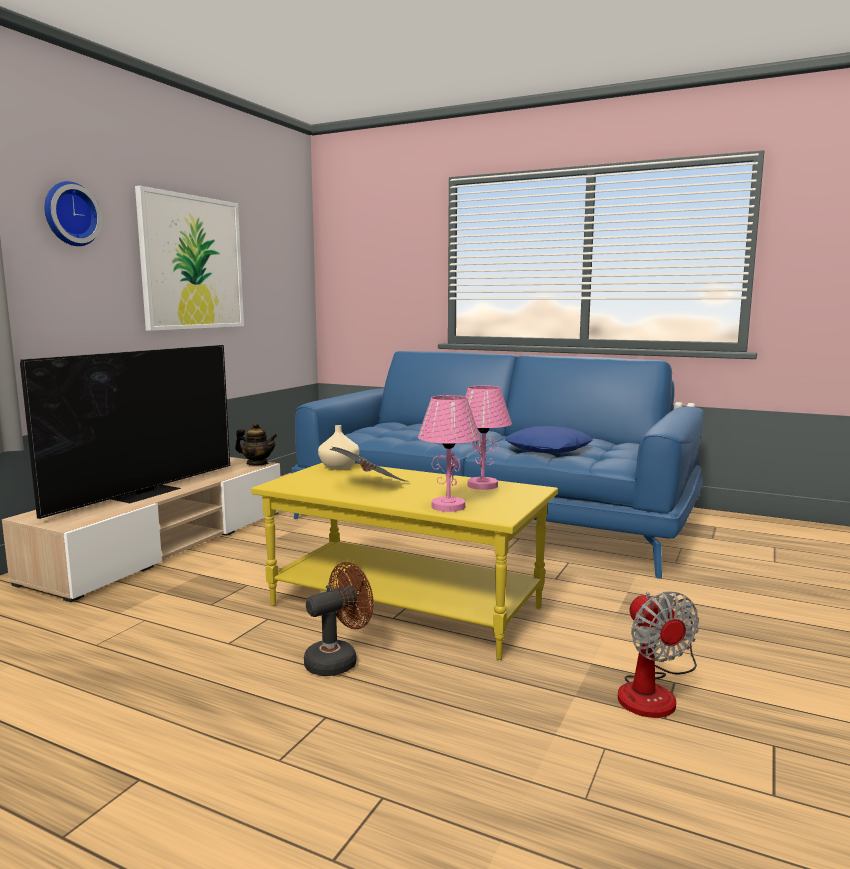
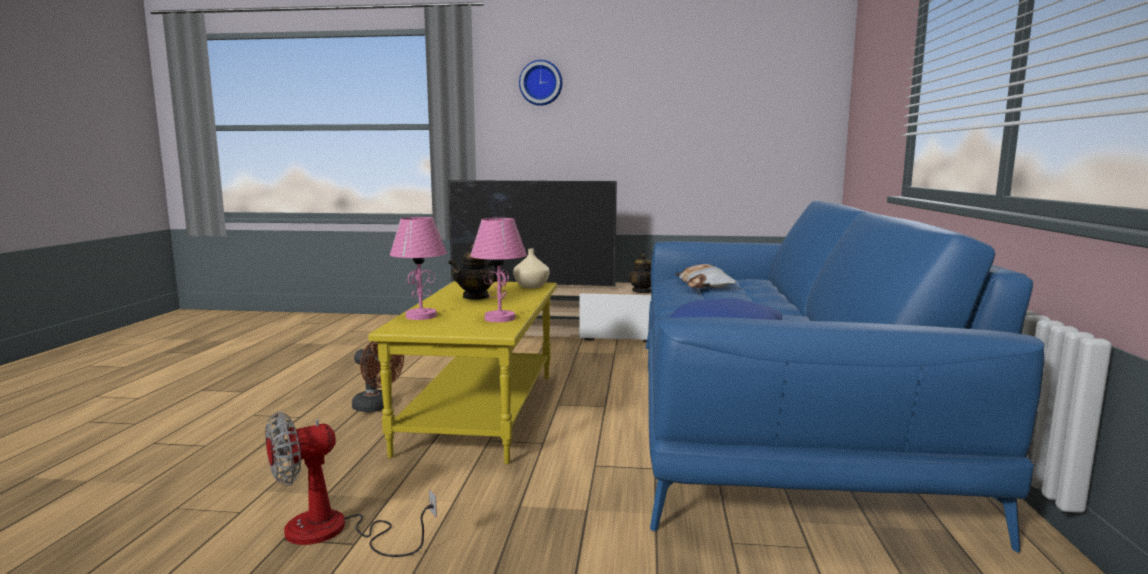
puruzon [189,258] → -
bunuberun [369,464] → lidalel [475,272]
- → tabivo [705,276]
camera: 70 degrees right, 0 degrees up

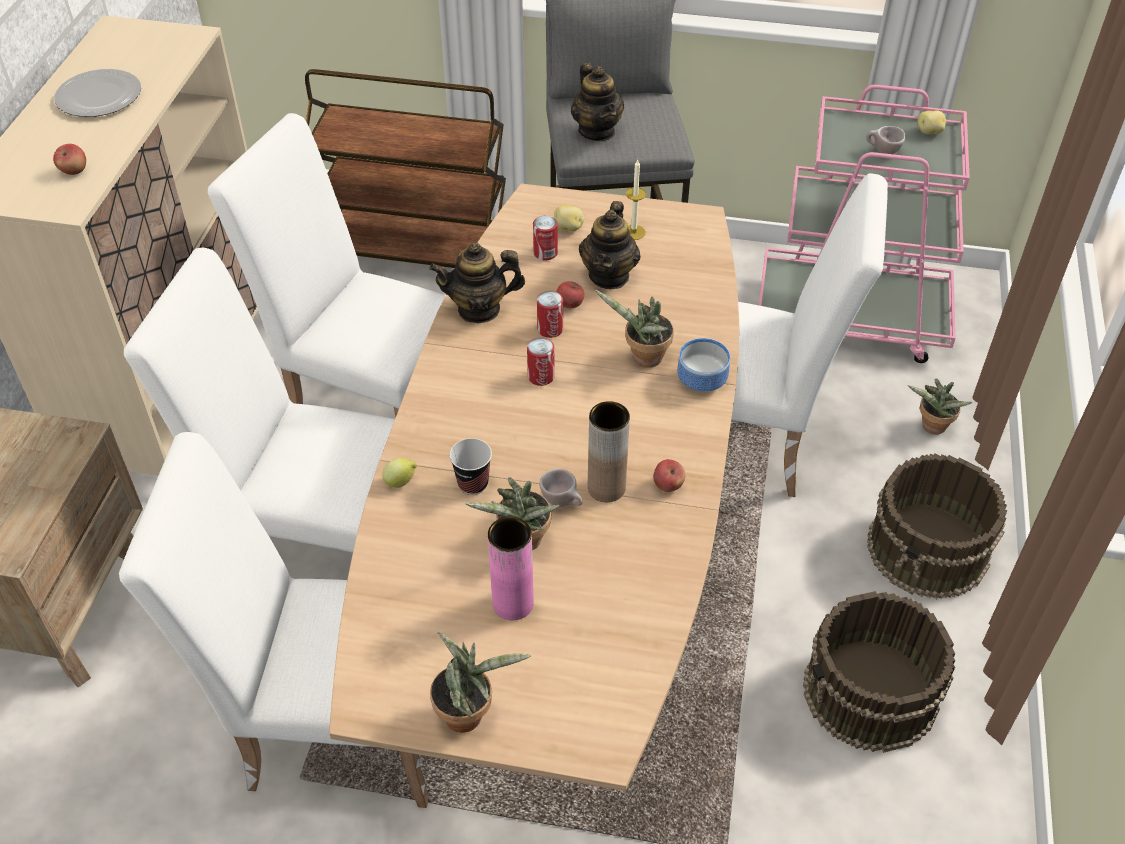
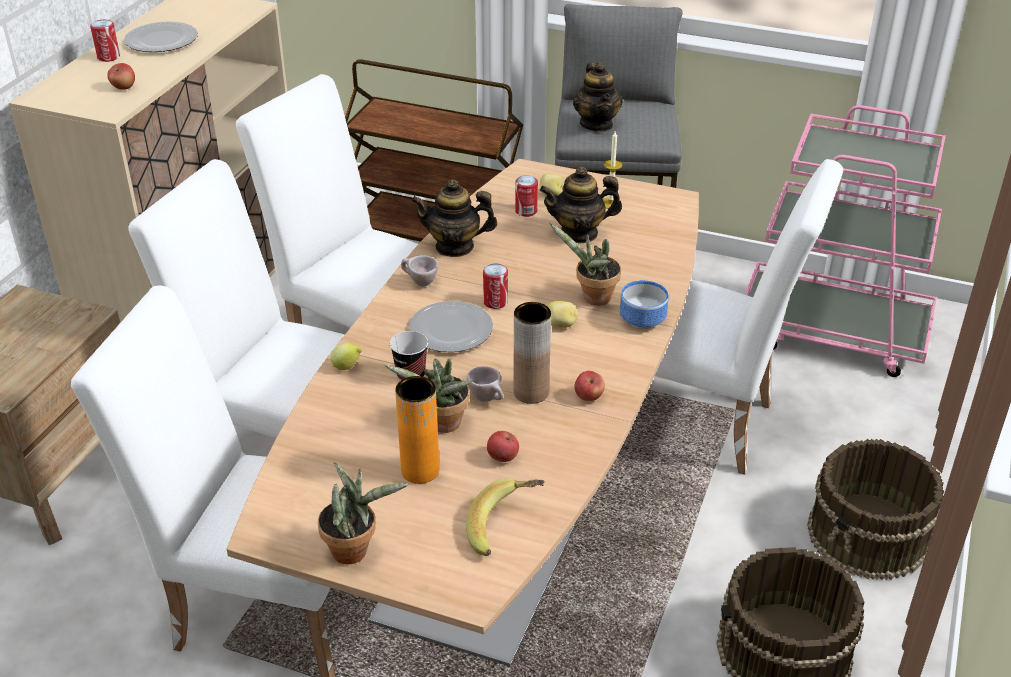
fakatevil [931,122] → fakatevil [562,314], relocated
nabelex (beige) [886,140] → nabelex (beige) [419,271], relocated
lidalel [609,245] → lidalel [581,205], 60 degrees clockwise
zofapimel [570,294] → zofapimel [503,446], relocated
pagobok [550,314] → pagobok [105,41], relocated
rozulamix [940,406] → -
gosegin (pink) [511,568] → gosegin (orange) [417,430]
- → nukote [451,326]
- → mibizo [505,517]
camera: 10 degrees right, 10 degrees down

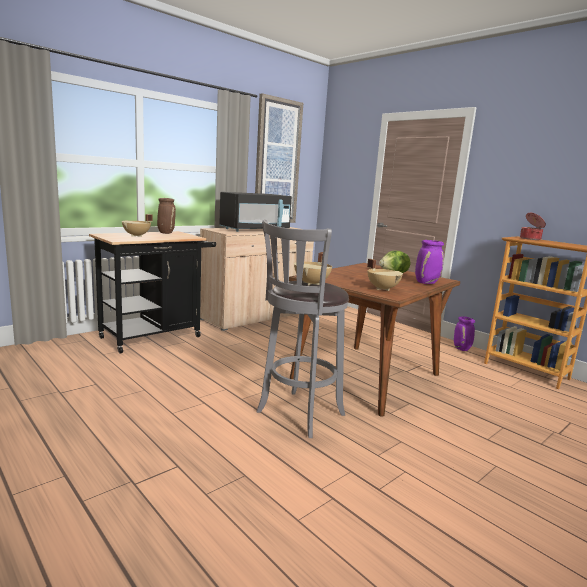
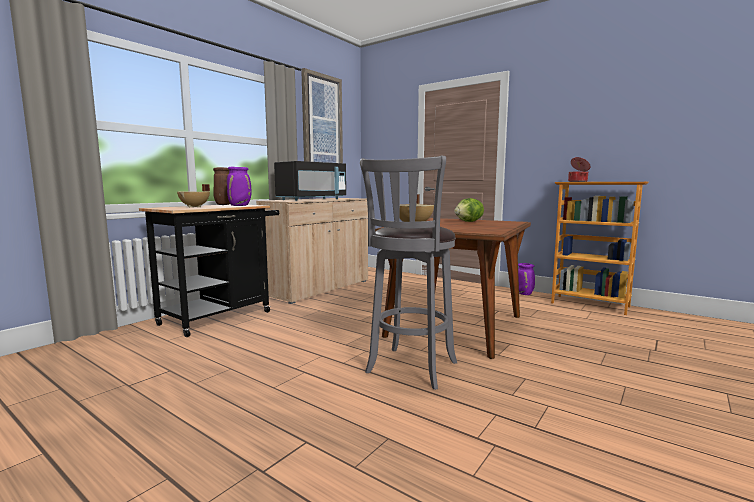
gosegin (purple) [429,262] → gosegin (purple) [239,186], relocated
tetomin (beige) [385,275] → -
camera: 10 degrees left, 5 degrees down

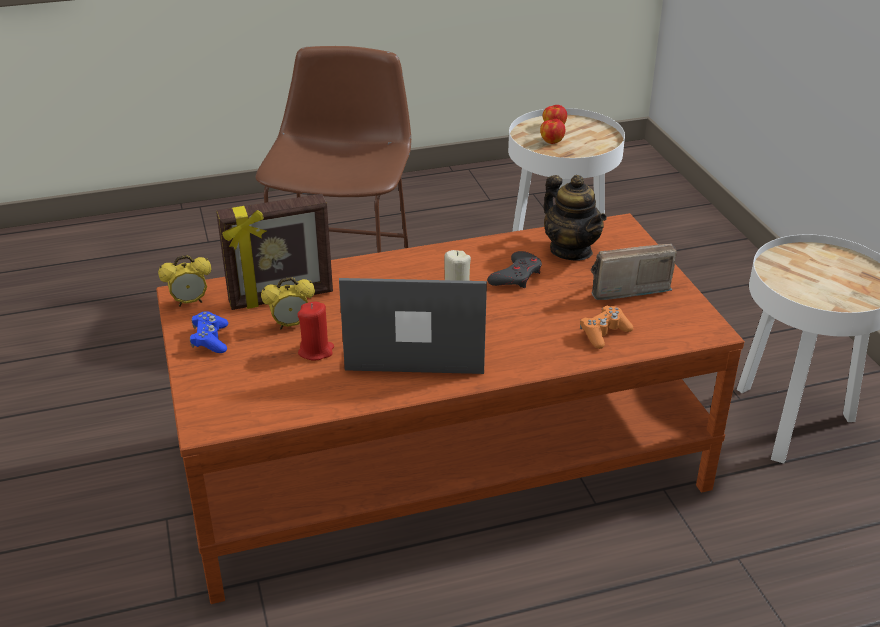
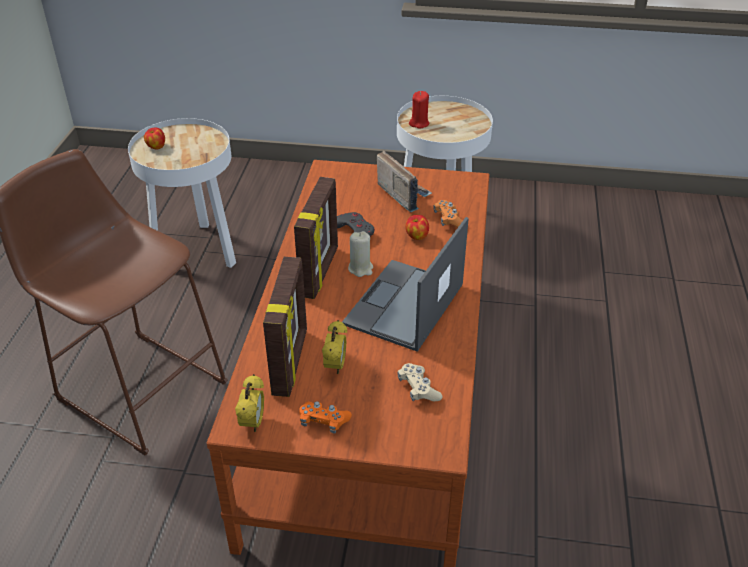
zofapimel [552,131] → zofapimel [417,227], relocated
lidalel [575,217] → -
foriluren [634,272] → foriluren [404,181], 135 degrees clockwise
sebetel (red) [315,330] → sebetel (red) [419,110], relocated
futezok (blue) [209,332] → futezok (orange) [325,417]
- → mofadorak [316,238]
- → futezok (beige) [419,382]
camera: 65 degrees left, 5 degrees up

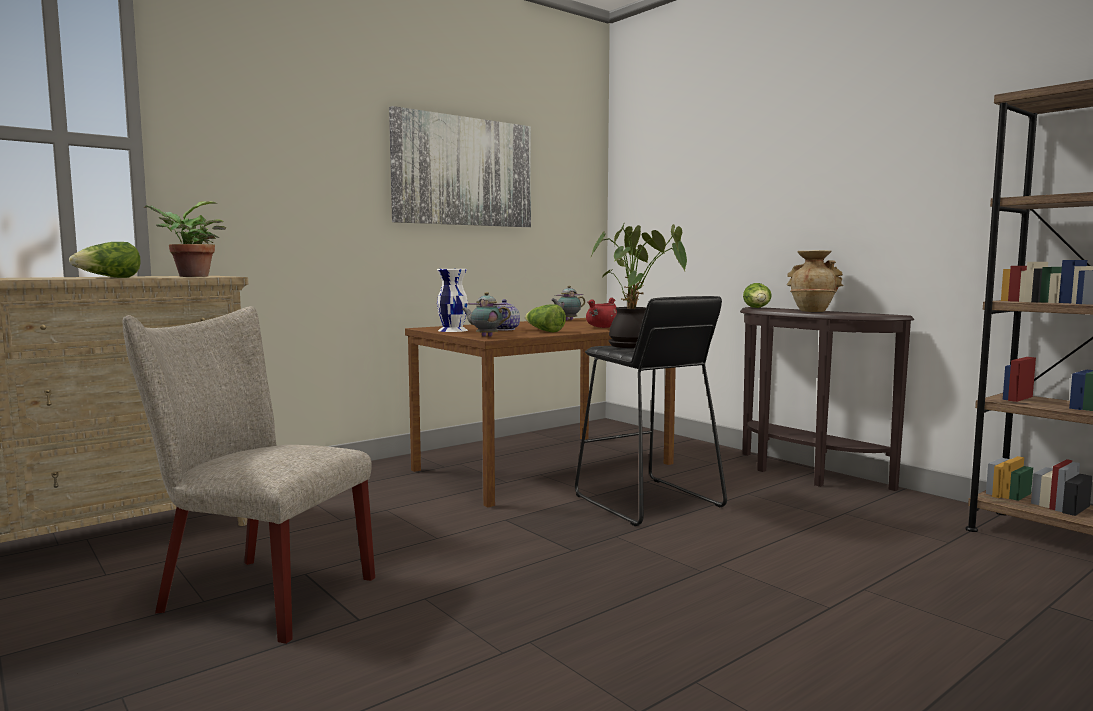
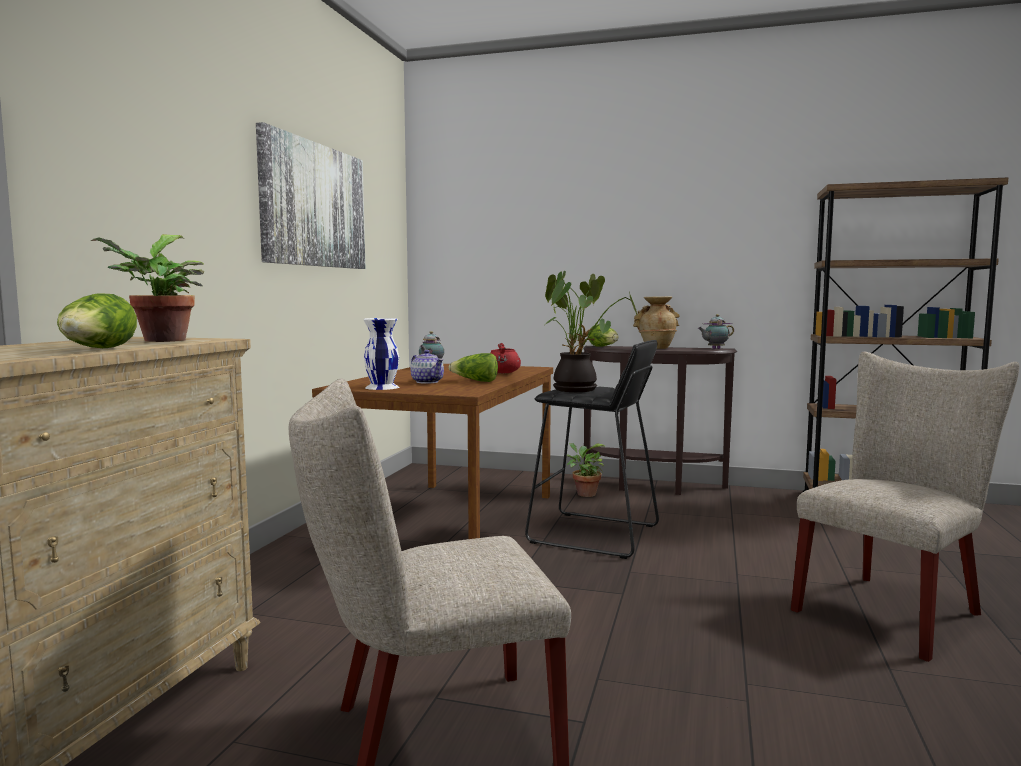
lidalel [486,314] → lidalel [716,331], relocated
- → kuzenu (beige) [905,507]
- → rozulamix [586,470]
camera: 35 degrees left, 0 degrees up

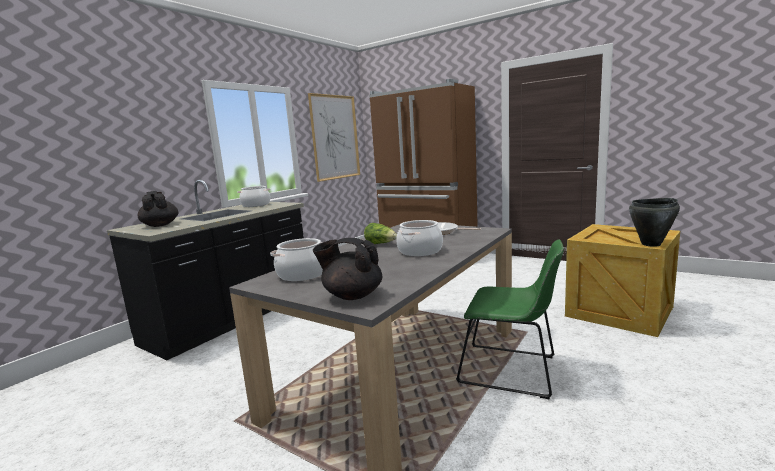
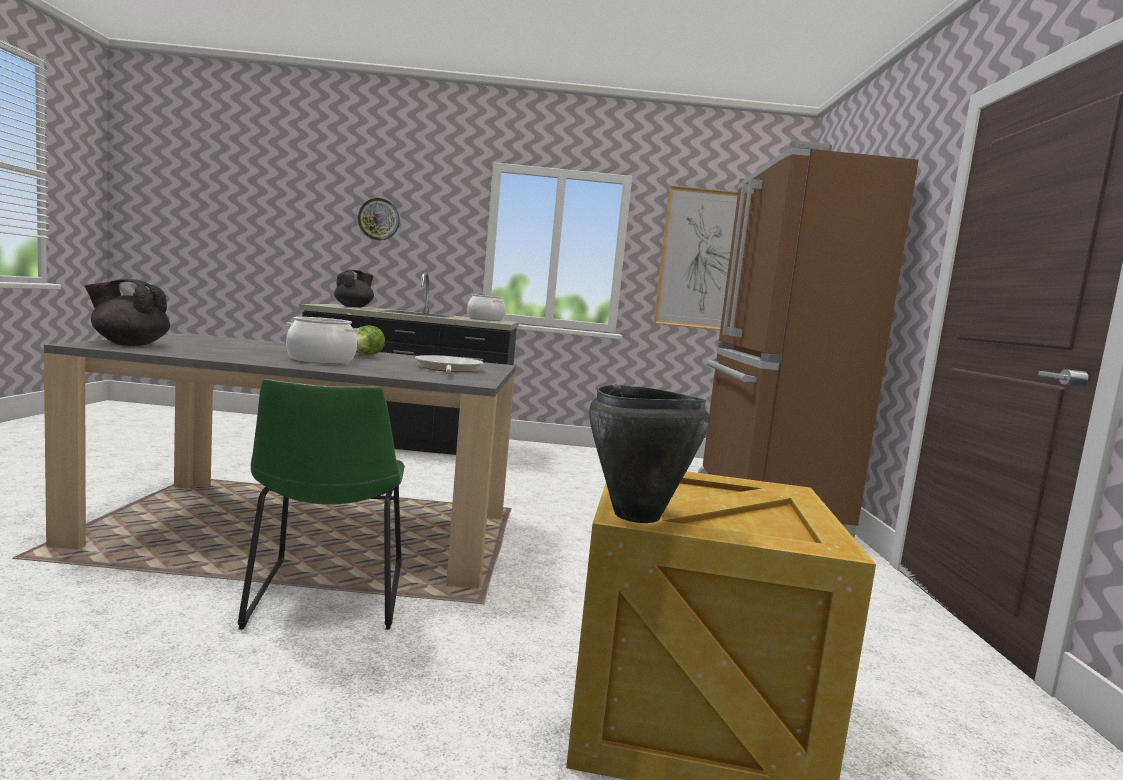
tetomin [296,259] → -
lidalel (black) [347,269] → lidalel (black) [127,312], 75 degrees counterclockwise
- → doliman [379,219]
camera: 55 degrees right, 5 degrees down

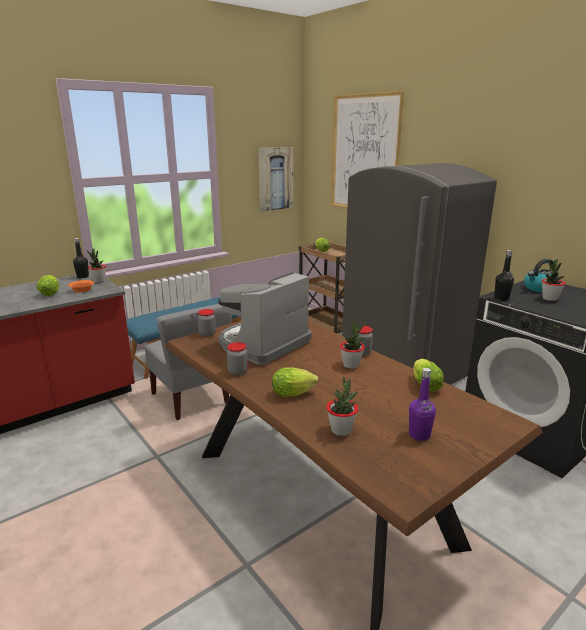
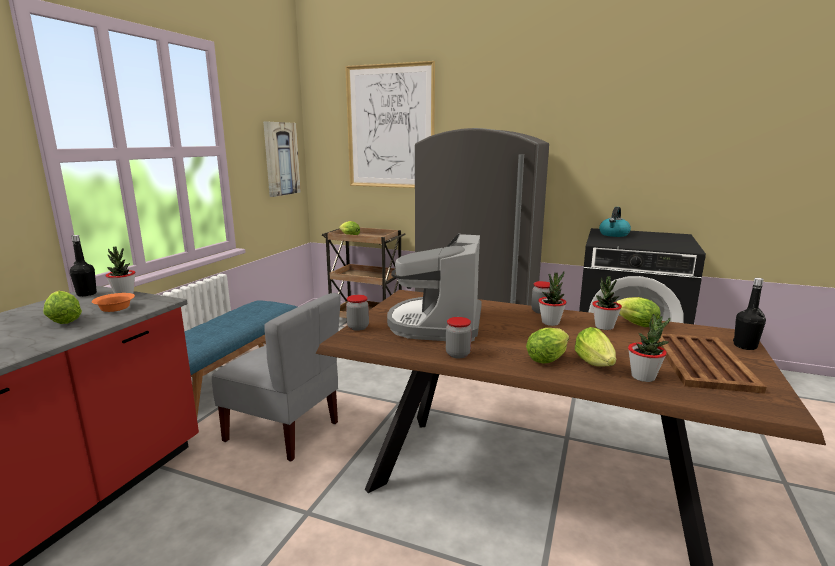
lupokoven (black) [504,275] → lupokoven (black) [749,314], relocated
rozulamix [553,280] → rozulamix [607,303], relocated
lupokoven (purple) [422,404] → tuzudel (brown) [711,363]
- → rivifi [595,347]
camera: 30 degrees left, 5 degrees down

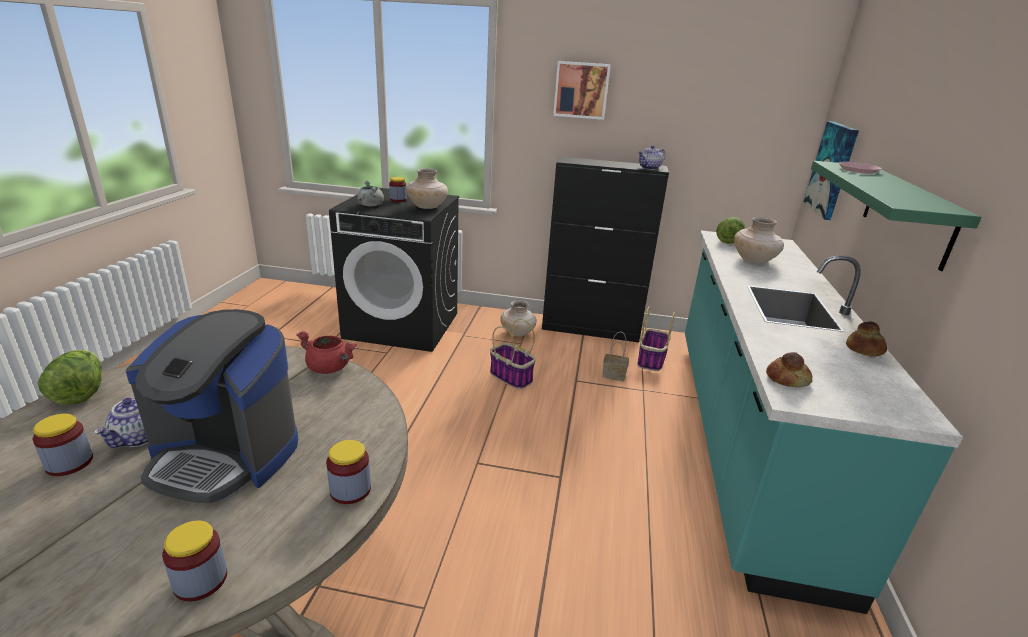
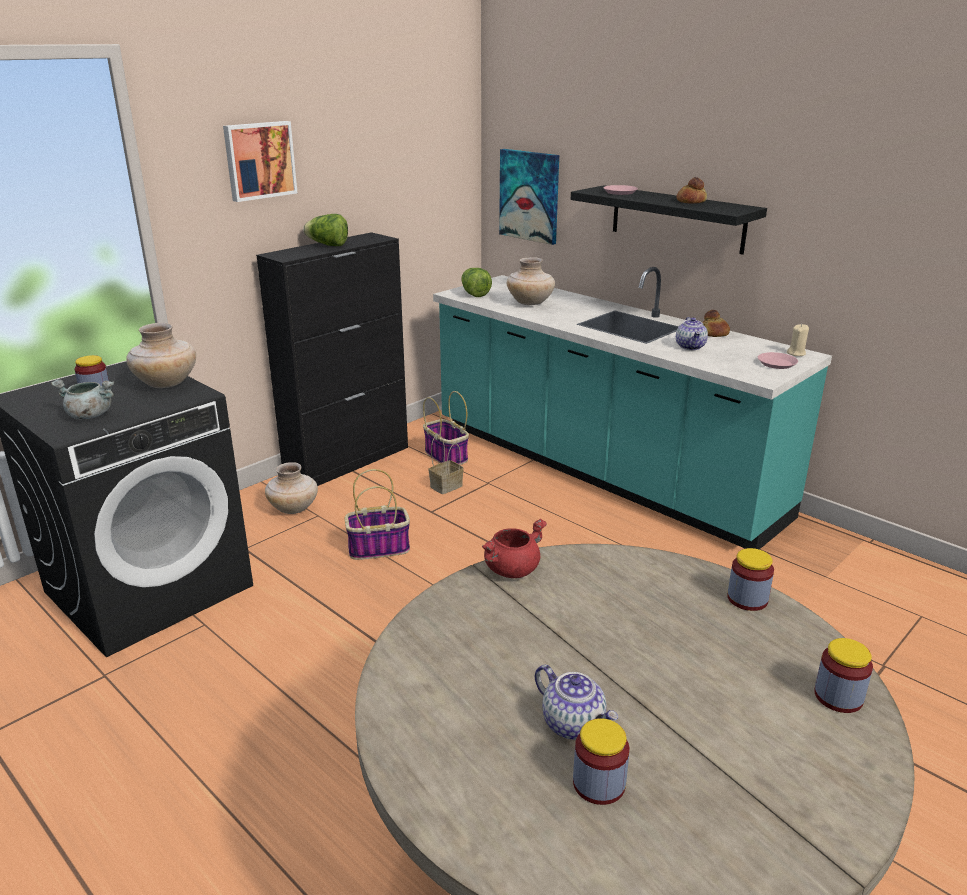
lidalel [651,157] → lidalel [692,333], relocated
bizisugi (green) [896,216] → bizisugi (black) [669,220]
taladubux [212,406] → -
rivifi [70,377] → rivifi [325,230], relocated
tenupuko [789,369] → tenupuko [692,190], relocated
- → sebetel (beige) [798,340]
- → nukote (pink) [778,360]
camera: 55 degrees left, 0 degrees up

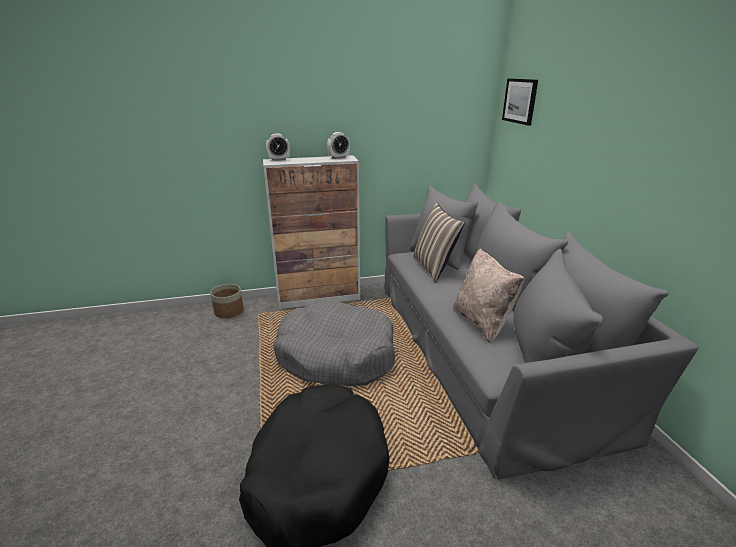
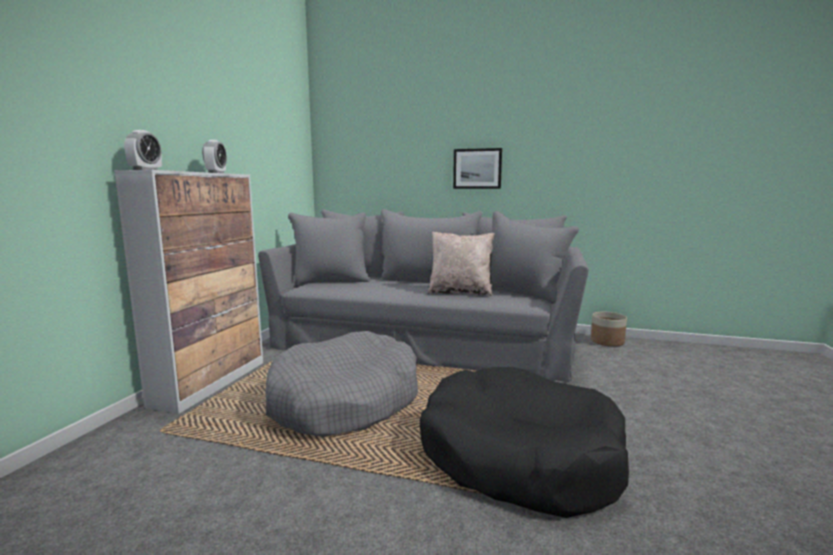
puruzon [520,101] → puruzon [477,168], relocated
tabivo [439,242] → -
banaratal [226,301] → banaratal [609,329], relocated
camera: 60 degrees left, 15 degrees down

